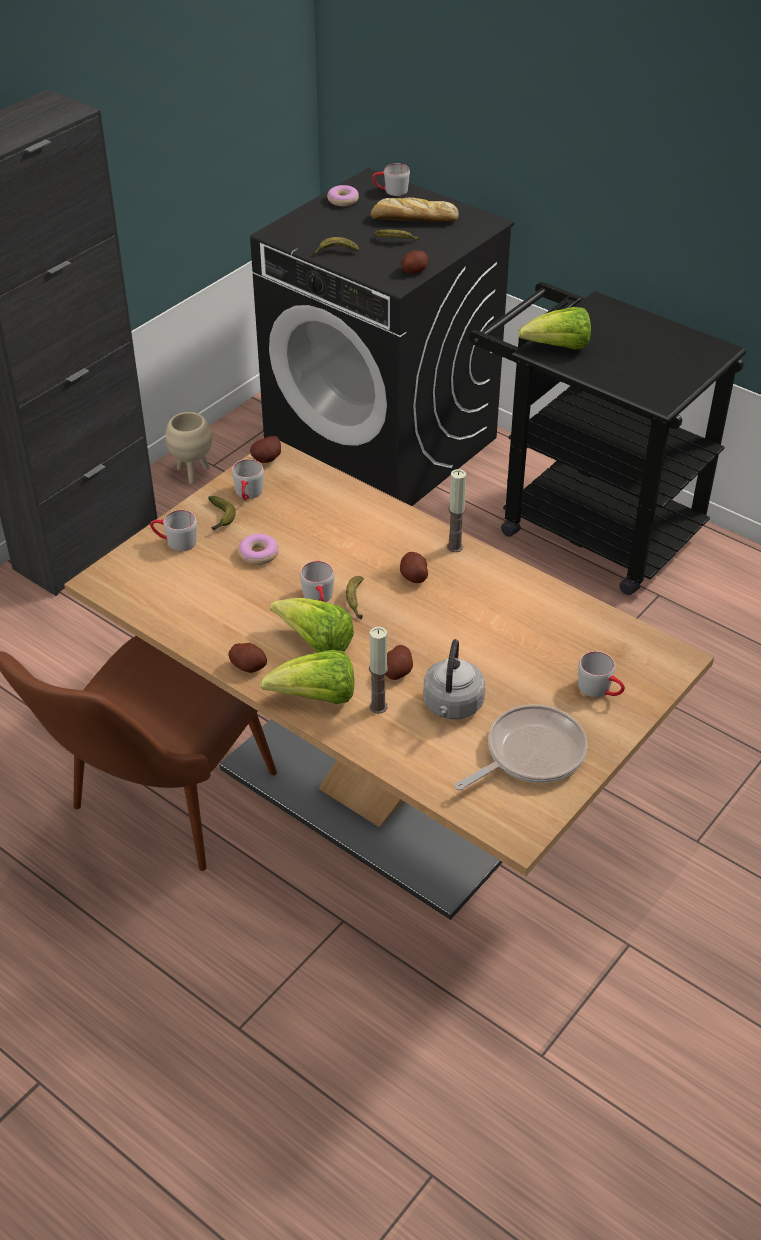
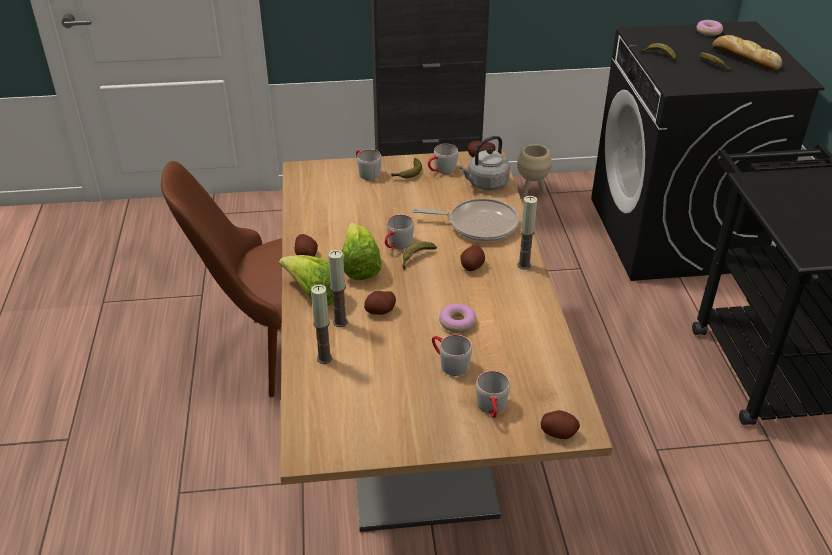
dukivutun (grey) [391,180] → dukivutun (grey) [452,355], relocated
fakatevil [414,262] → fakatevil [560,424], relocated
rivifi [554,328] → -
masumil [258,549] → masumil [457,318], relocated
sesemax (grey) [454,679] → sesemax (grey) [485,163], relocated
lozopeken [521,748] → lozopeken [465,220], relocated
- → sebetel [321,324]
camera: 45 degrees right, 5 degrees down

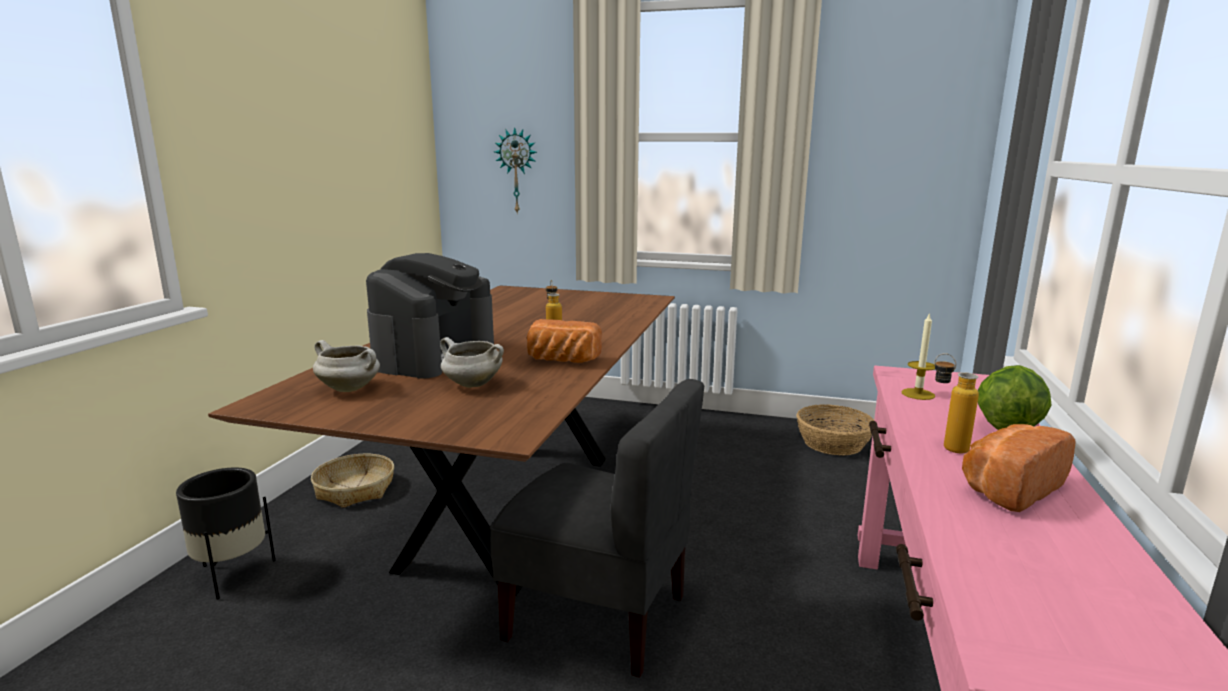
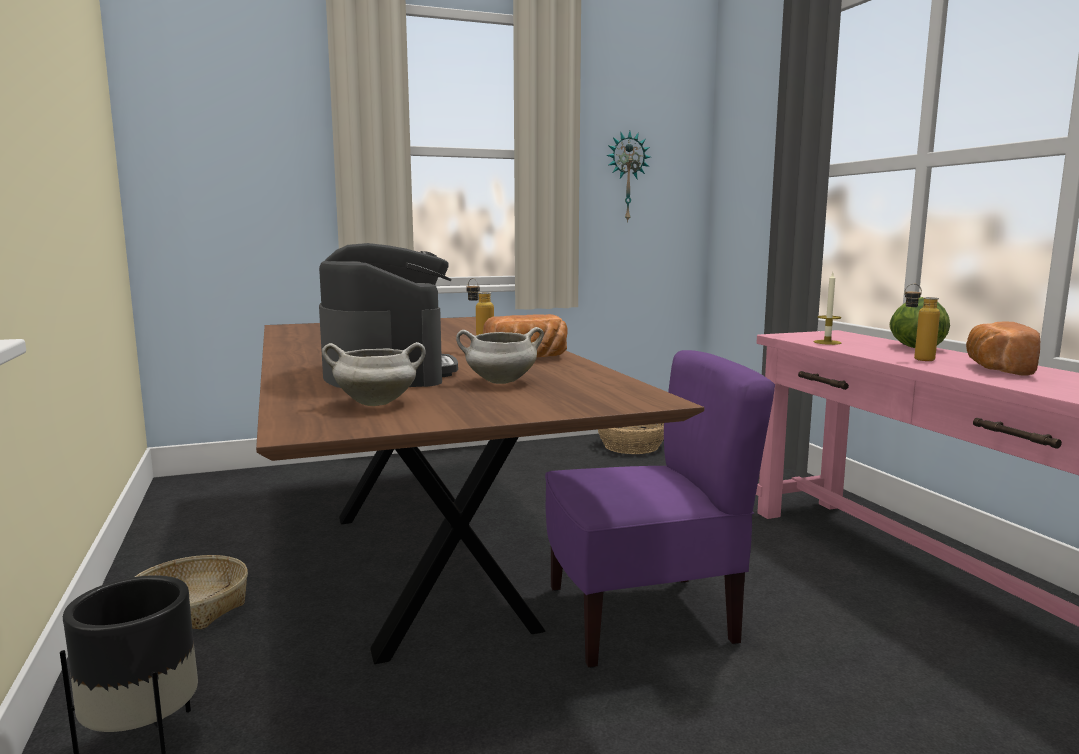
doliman [515,171] → doliman [628,177], relocated
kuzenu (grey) [597,528] → kuzenu (purple) [660,509]
camera: 35 degrees left, 5 degrees down

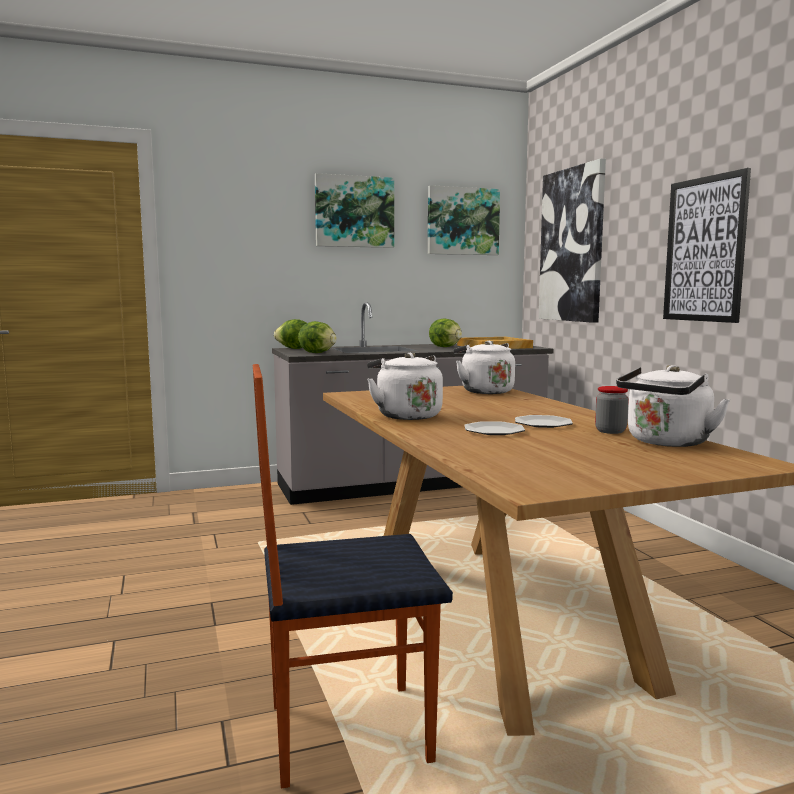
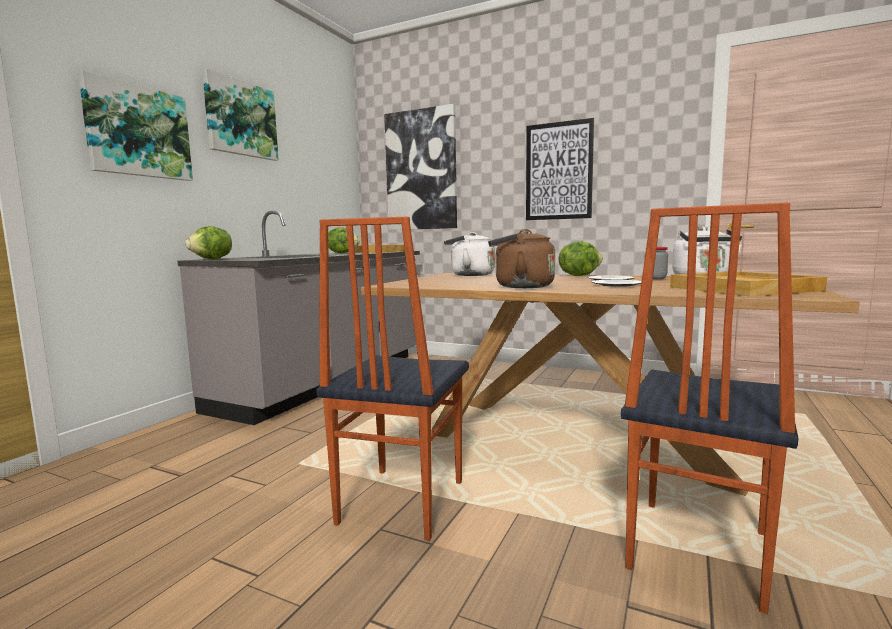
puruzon [464,220] → puruzon [135,125], relocated
rivifi [317,337] → rivifi [581,258], relocated
sesemax (white) [405,386] → sesemax (brown) [521,258]
- → kuzenu [392,378]
- → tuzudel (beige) [748,284]
camera: 45 degrees left, 0 degrees up

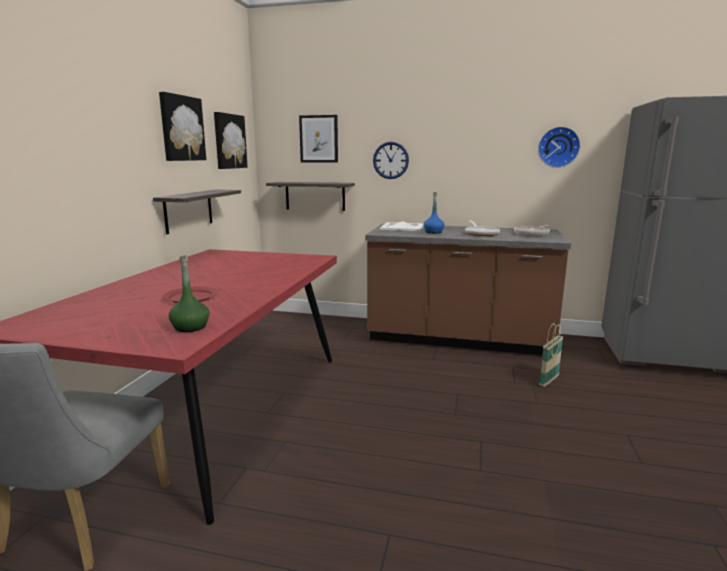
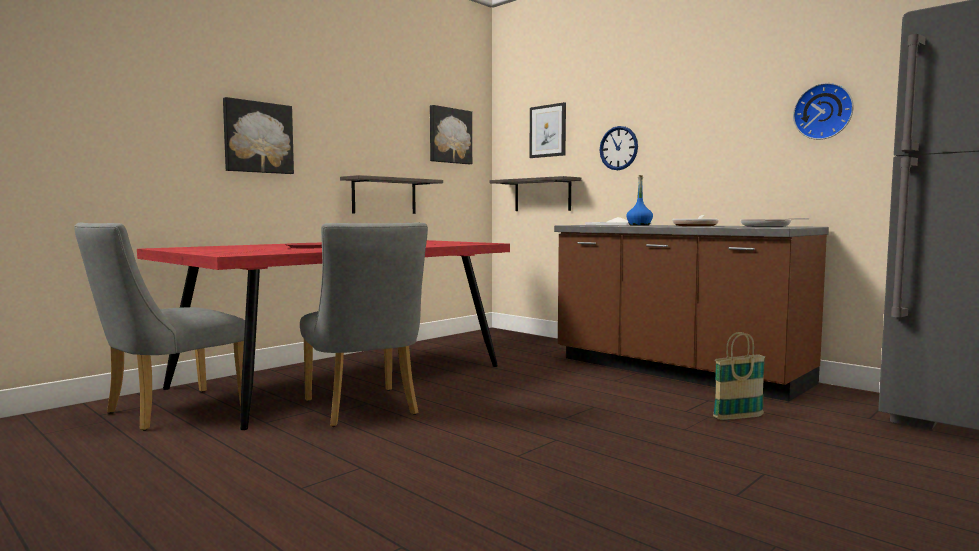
puruzon [182,126] → puruzon [258,135], relocated
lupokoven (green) [189,293] → -
- → kuzenu (grey) [364,325]
camera: 30 degrees right, 10 degrees down

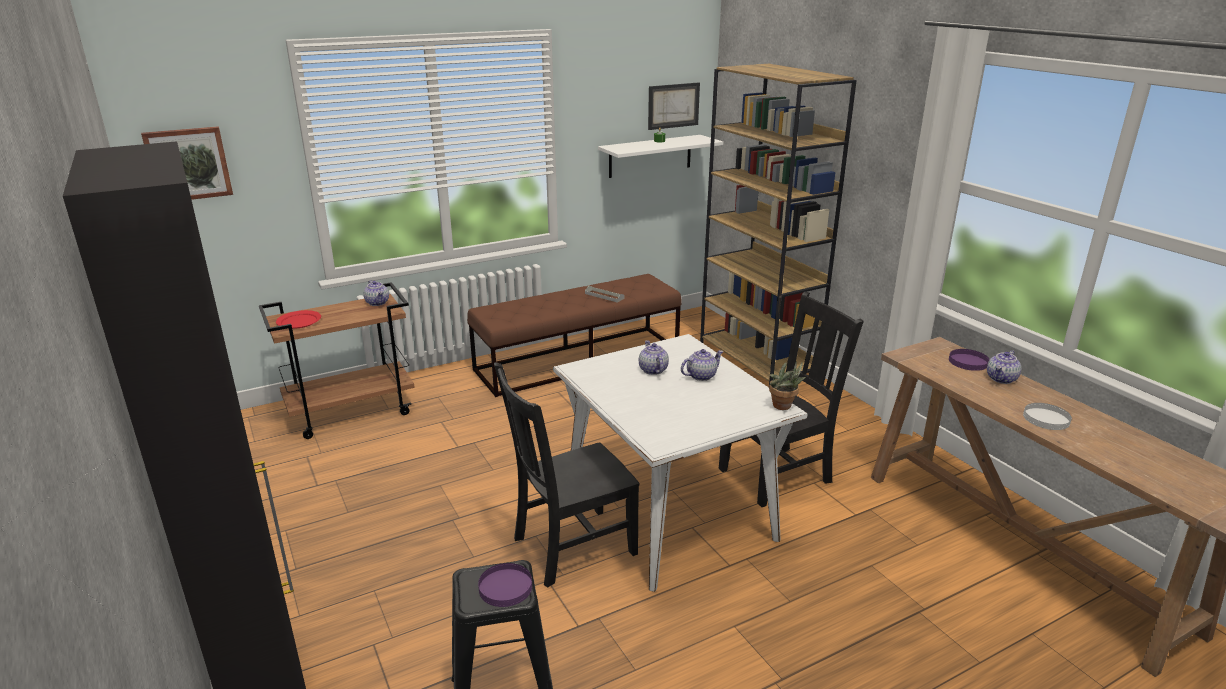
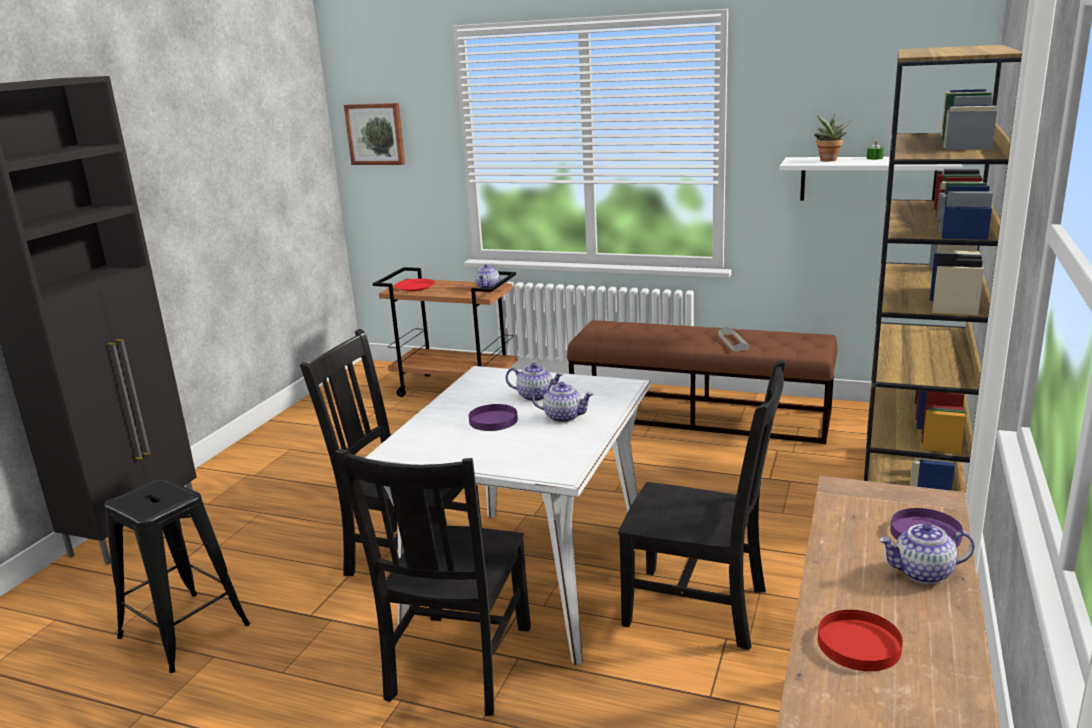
puruzon [674,106] → -
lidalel [654,358] → lidalel [534,382], 75 degrees clockwise
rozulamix [787,385] → rozulamix [832,138], relocated
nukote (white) [1047,416] → nukote (red) [860,640]
nukote (purple) [505,585] → nukote (purple) [493,417], relocated
- → kuzenu (black) [433,582]
camera: 50 degrees right, 5 degrees down

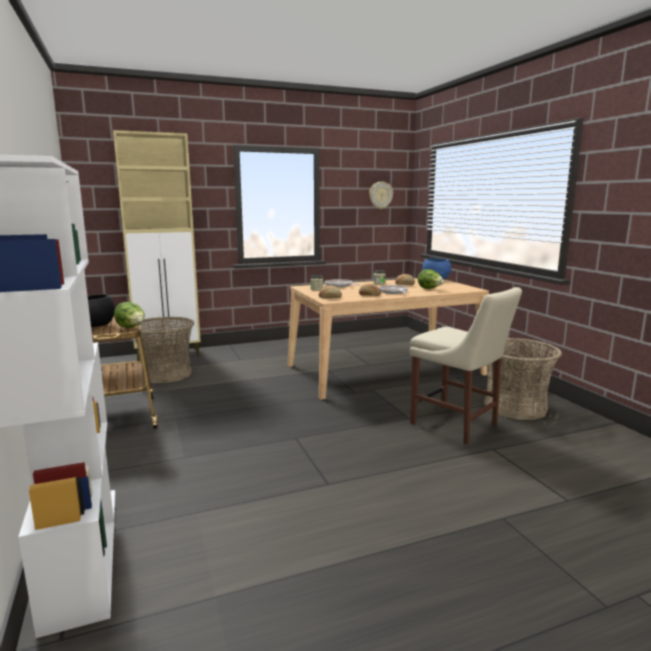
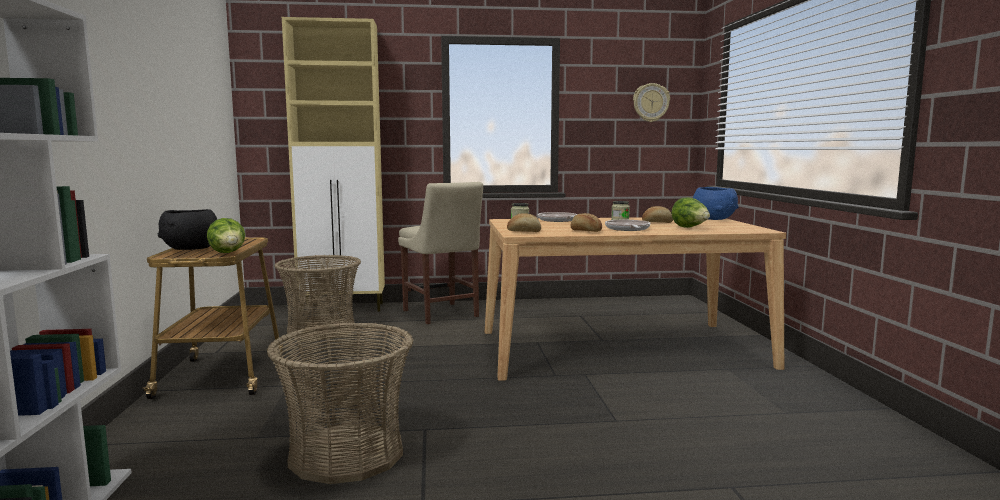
kuzenu (beige) [466,365] → kuzenu (beige) [440,253], relocated
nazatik [523,379] → nazatik [340,403], relocated
camera: 15 degrees right, 5 degrees down

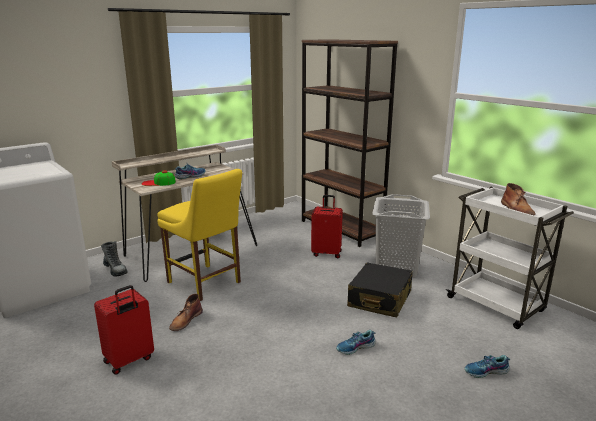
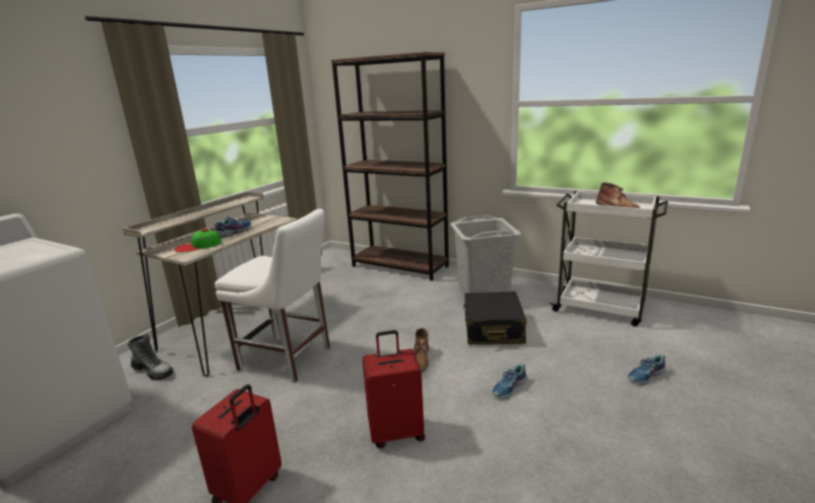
kuzenu (yellow) [199,235] → kuzenu (white) [272,296]
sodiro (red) [327,226] → sodiro (red) [393,389], relocated
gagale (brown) [186,312] → gagale (brown) [421,350], relocated
camera: 20 degrees left, 0 degrees up

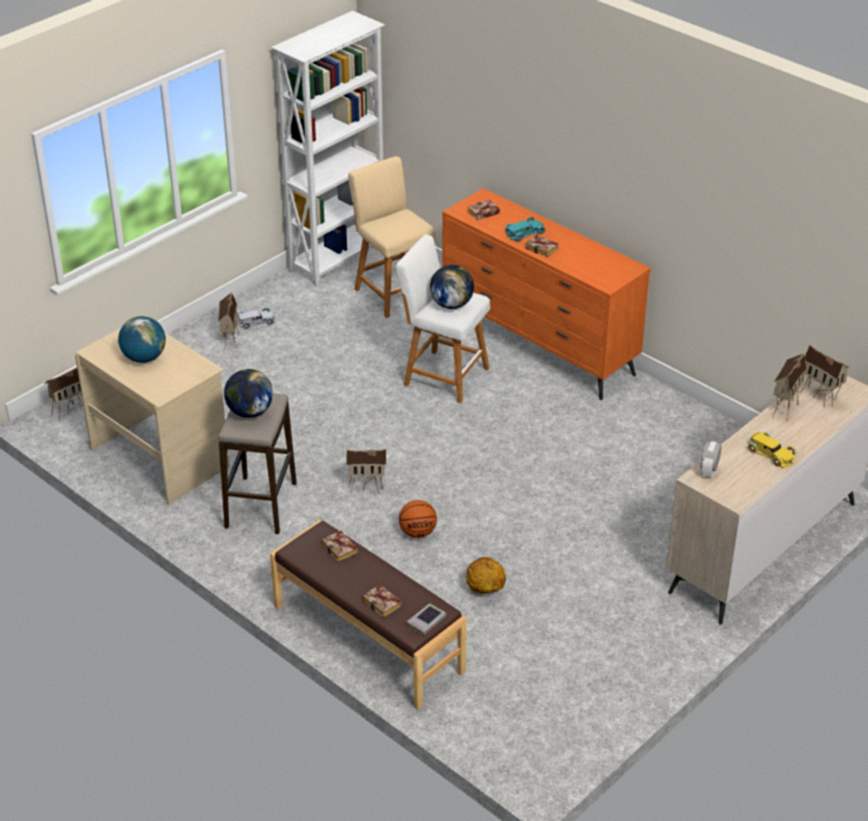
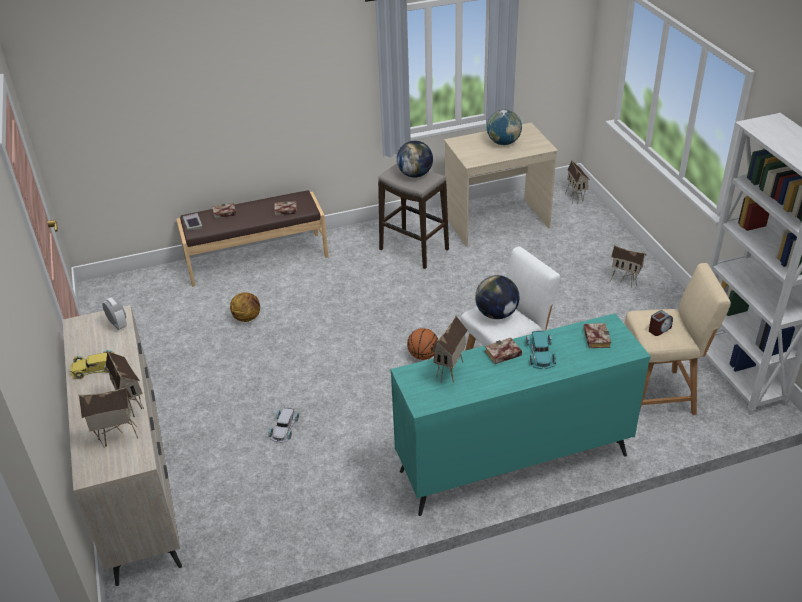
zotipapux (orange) [546,294] → zotipapux (turquoise) [521,414]
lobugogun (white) [257,318] → lobugogun (white) [283,425], relocated
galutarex [366,471] → galutarex [450,349], relocated
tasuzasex [418,519] → tasuzasex [422,344], relocated
- → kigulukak [661,323]
camera: 120 degrees right, 0 degrees up

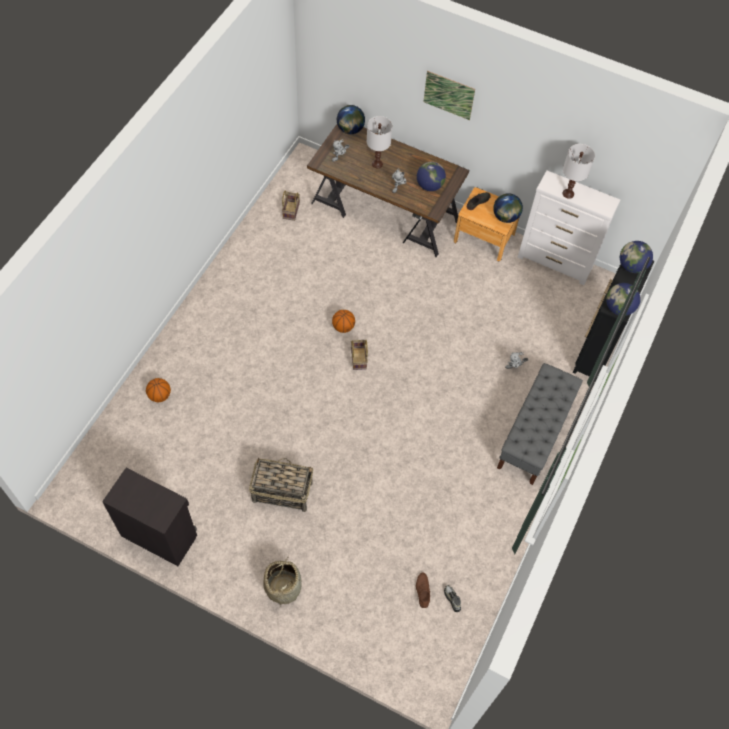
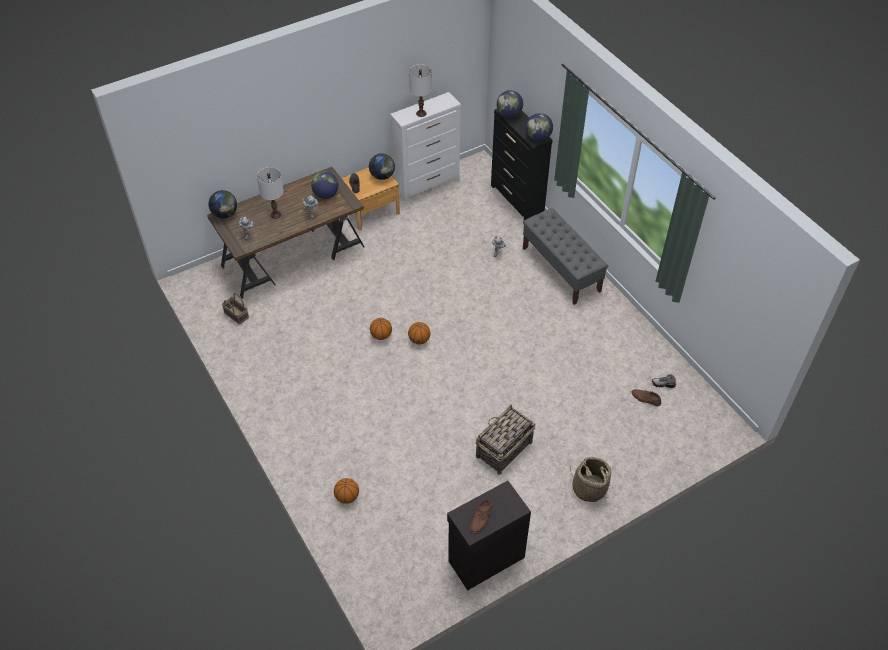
puruzon [449,95] → -
nazatik [359,355] → tasuzasex [419,333]
- → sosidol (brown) [481,517]
camera: 55 degrees left, 10 degrees down

